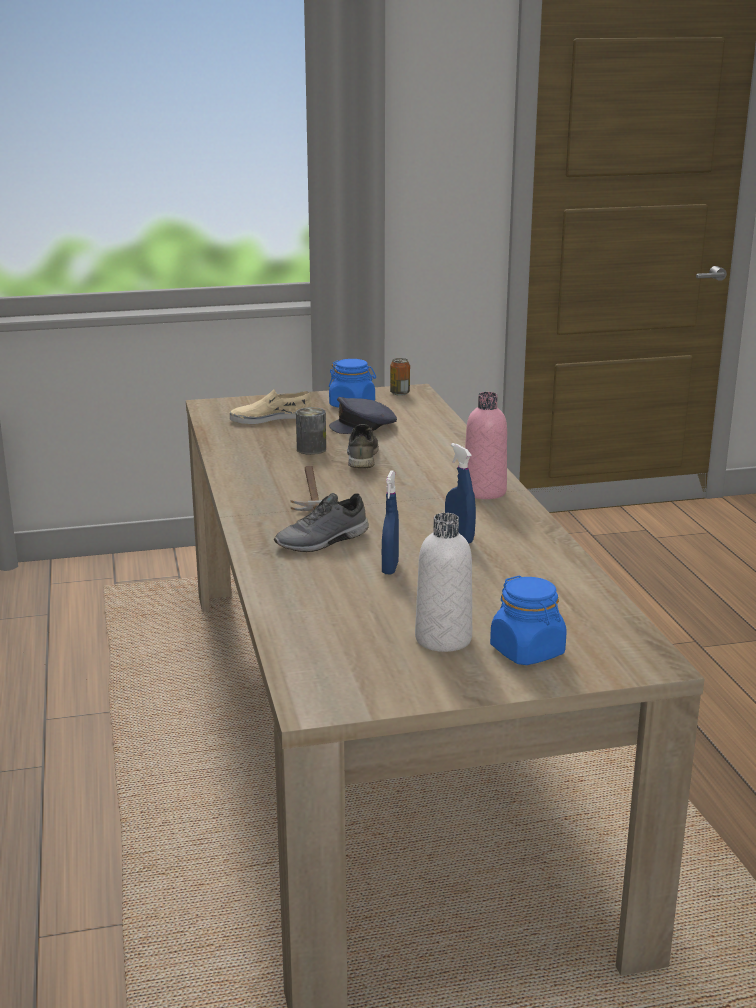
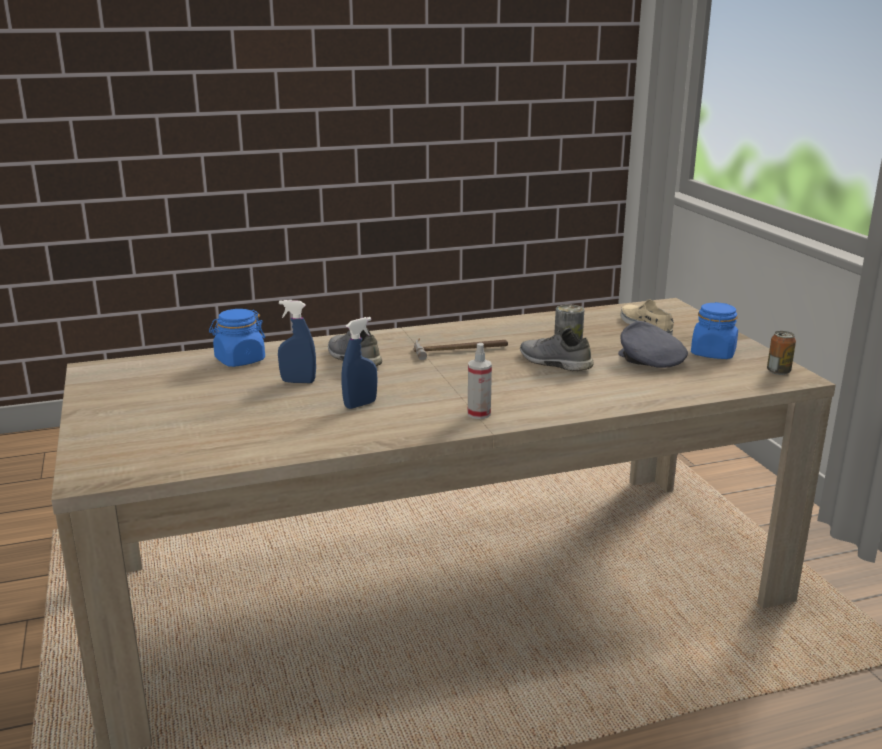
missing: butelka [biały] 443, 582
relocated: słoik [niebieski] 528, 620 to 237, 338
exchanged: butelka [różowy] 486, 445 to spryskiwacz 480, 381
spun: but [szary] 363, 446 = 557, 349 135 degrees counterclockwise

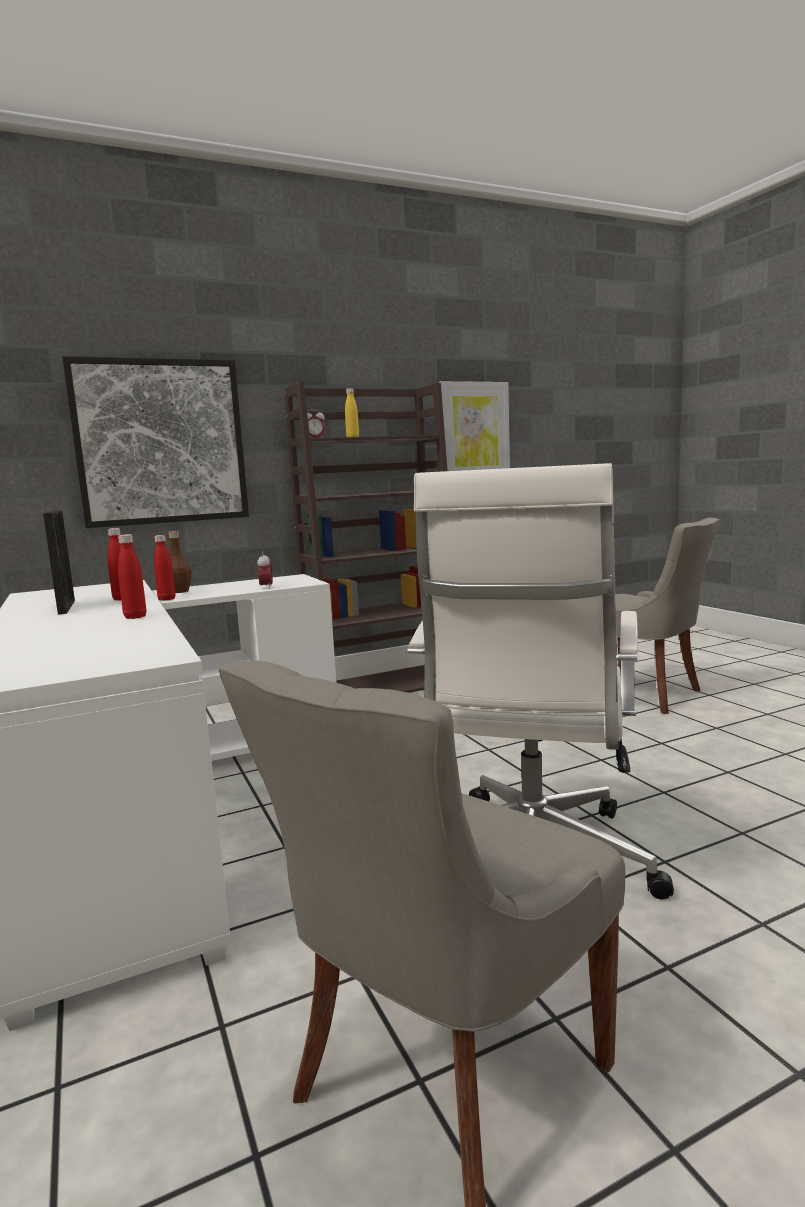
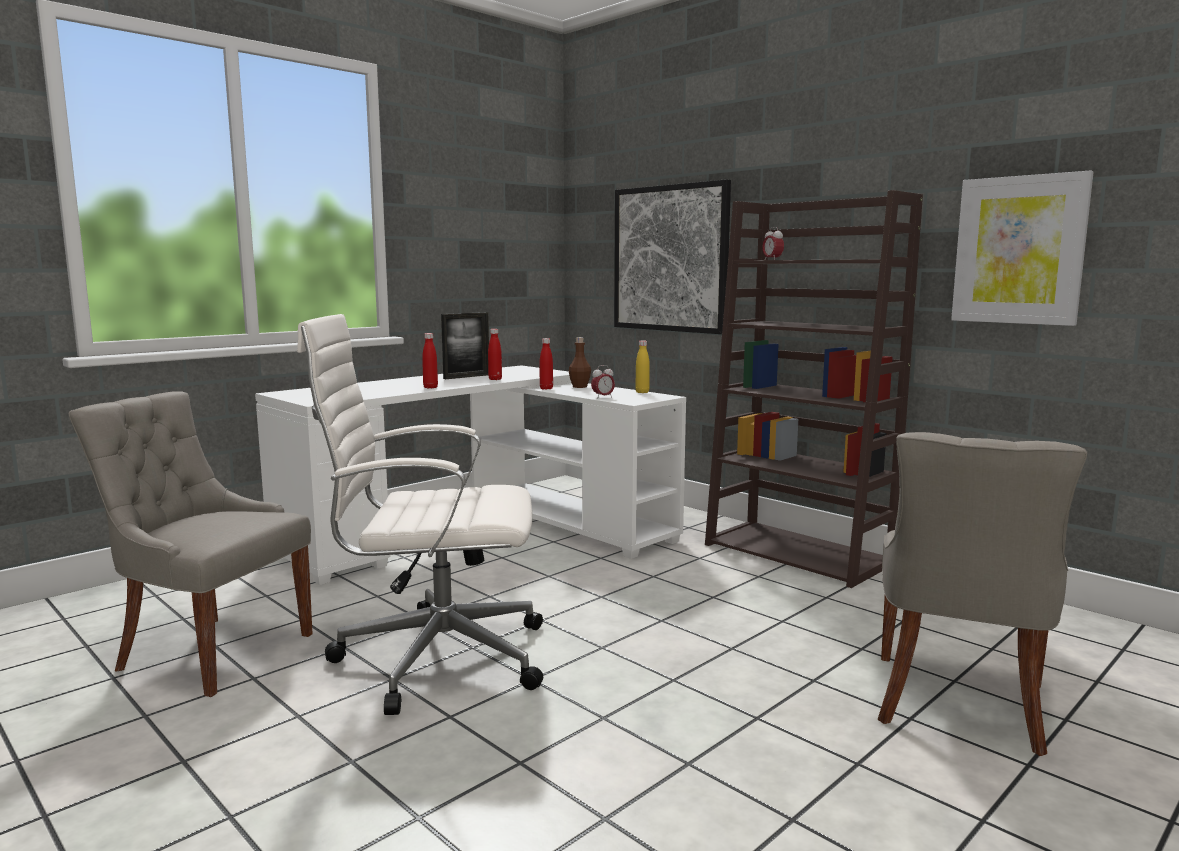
relocated: butelka [żółty] 352, 412 to 642, 366

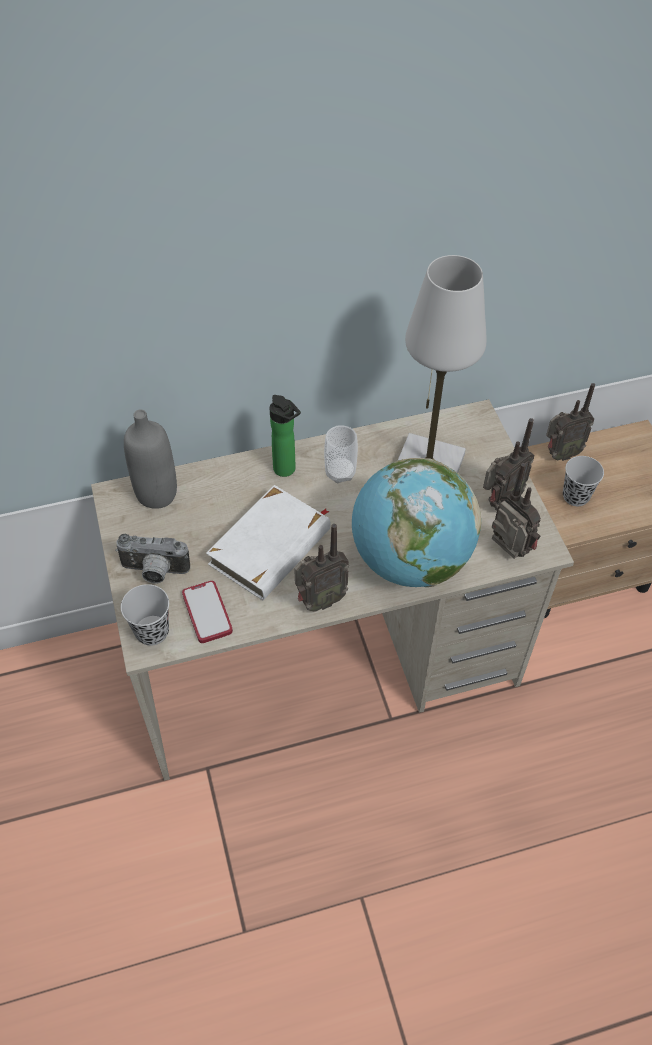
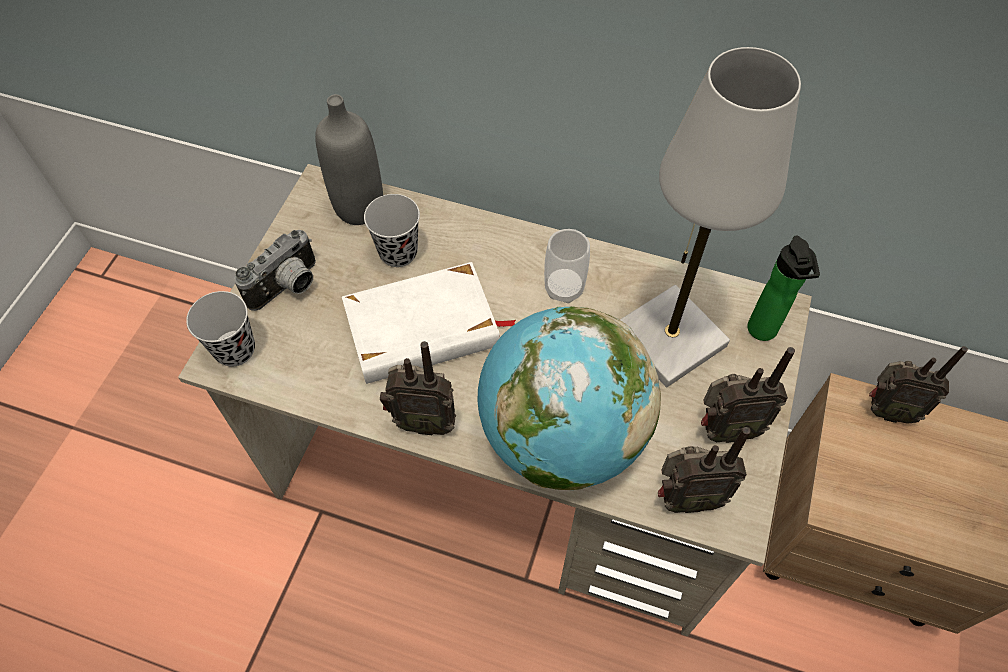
missing: telefon 207, 612
relocated: butelka 285, 436 to 783, 288; filiżanka [czarny] 583, 481 to 392, 230
spun: radio 516, 511 = 704, 470 90 degrees clockwise; aparat fotograficzny 152, 559 = 275, 270 90 degrees counterclockwise

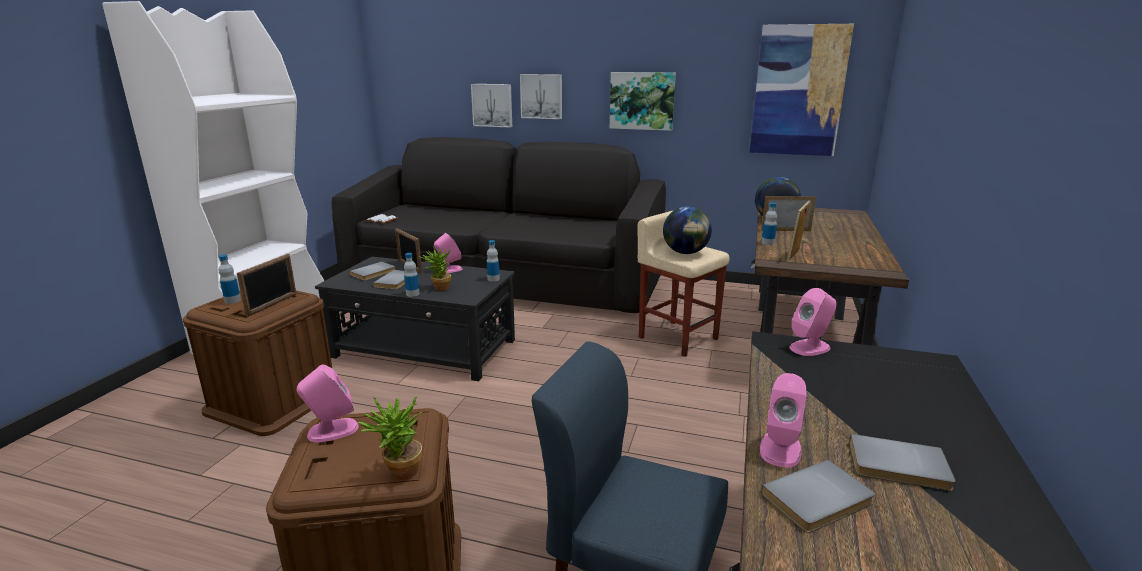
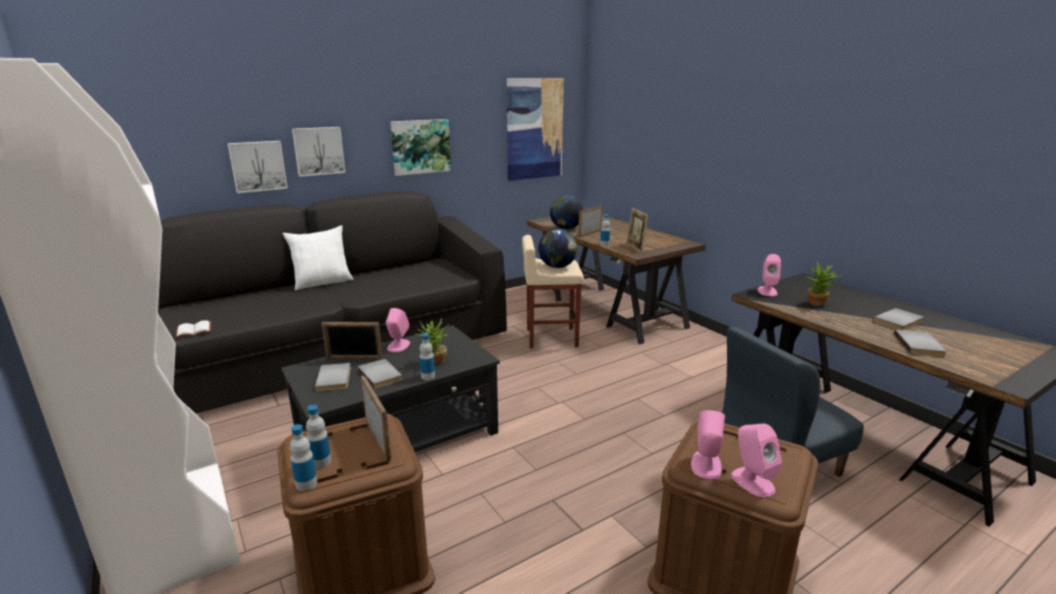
appeared: poduszka [biały] 318, 258
relocated: butelka 493, 261 to 303, 457; głośnik [różowy] 783, 420 to 756, 460; roślina doniczkowa 390, 438 to 824, 284

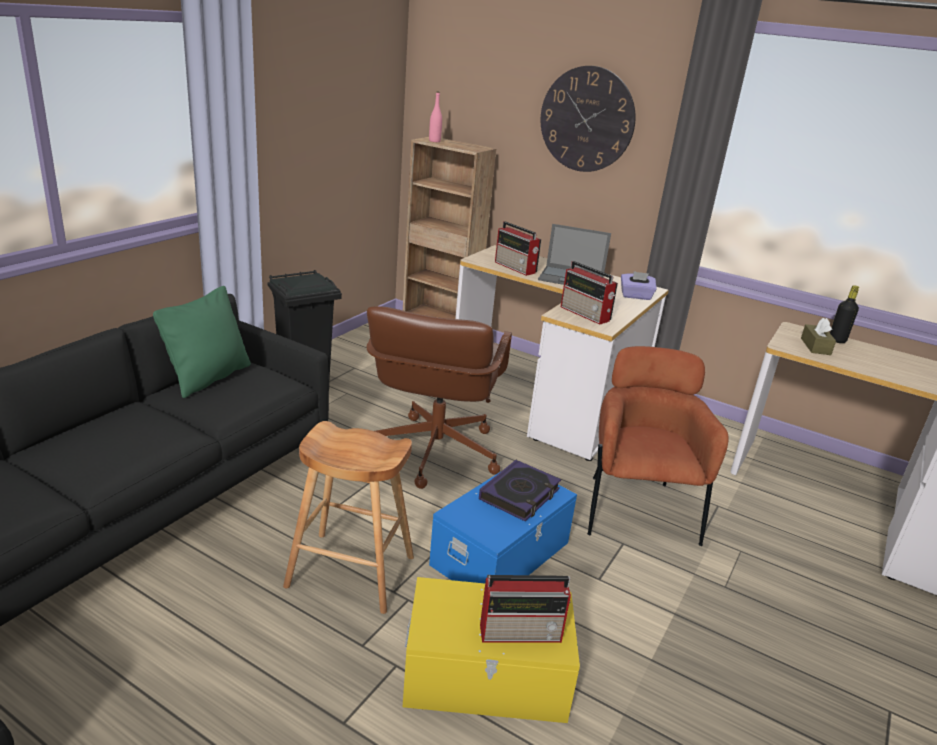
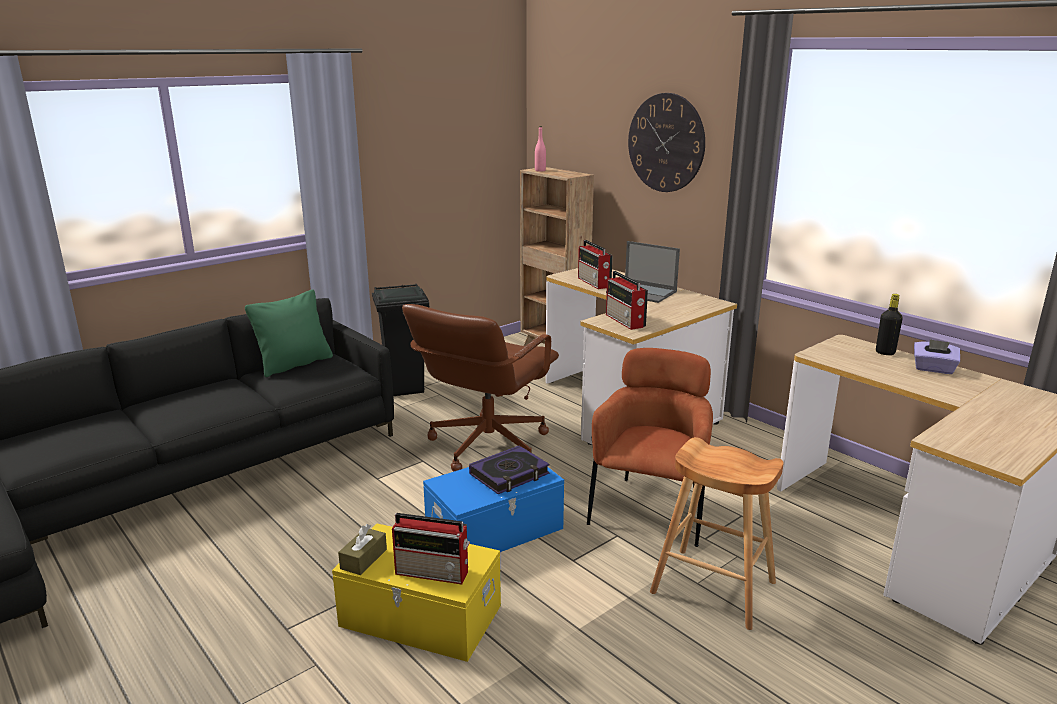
relocated: pudełko chusteczek [fioletowy] 639, 285 to 937, 356; pudełko chusteczek [brązowy] 818, 336 to 362, 549; stołek [brązowy] 348, 517 to 716, 533

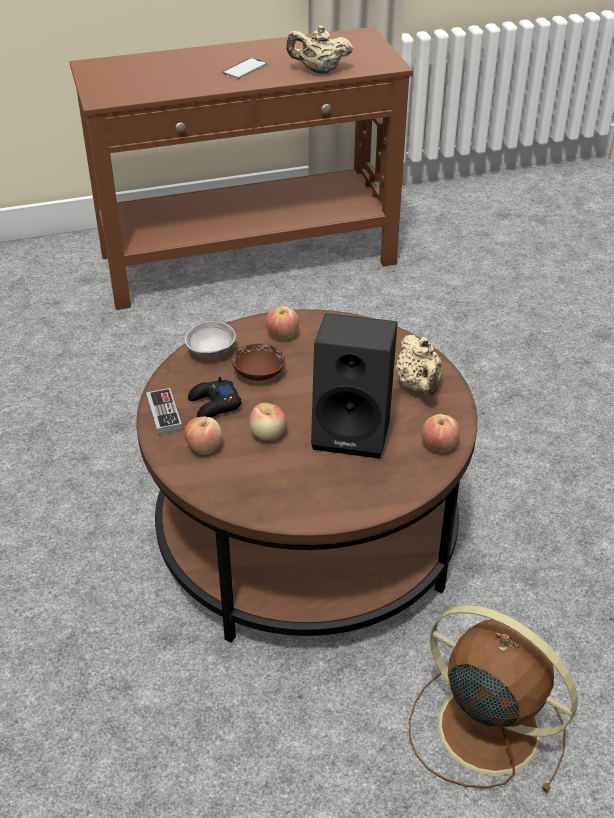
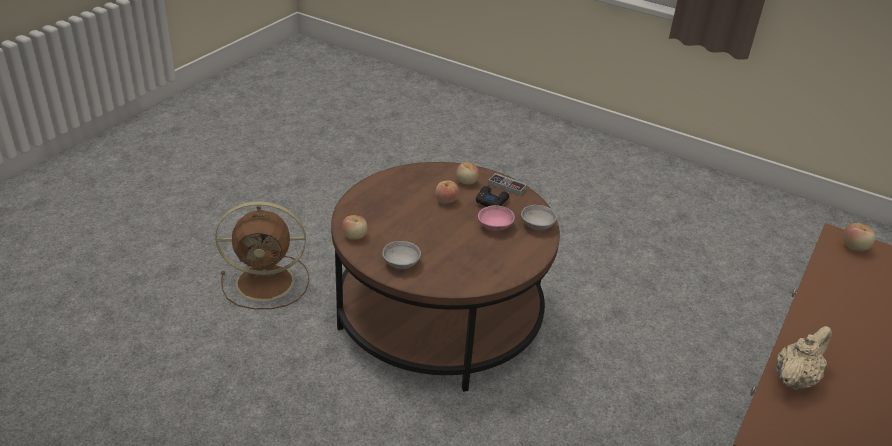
missing: telefon 244, 68; głośnik [czarny] 354, 386
relocated: jabłko 282, 322 to 859, 237
exchanged: imbryk [beżowy] 419, 365 to miska [szary] 401, 255
colour: miska [brązowy] 258, 362 to miska [różowy] 496, 218

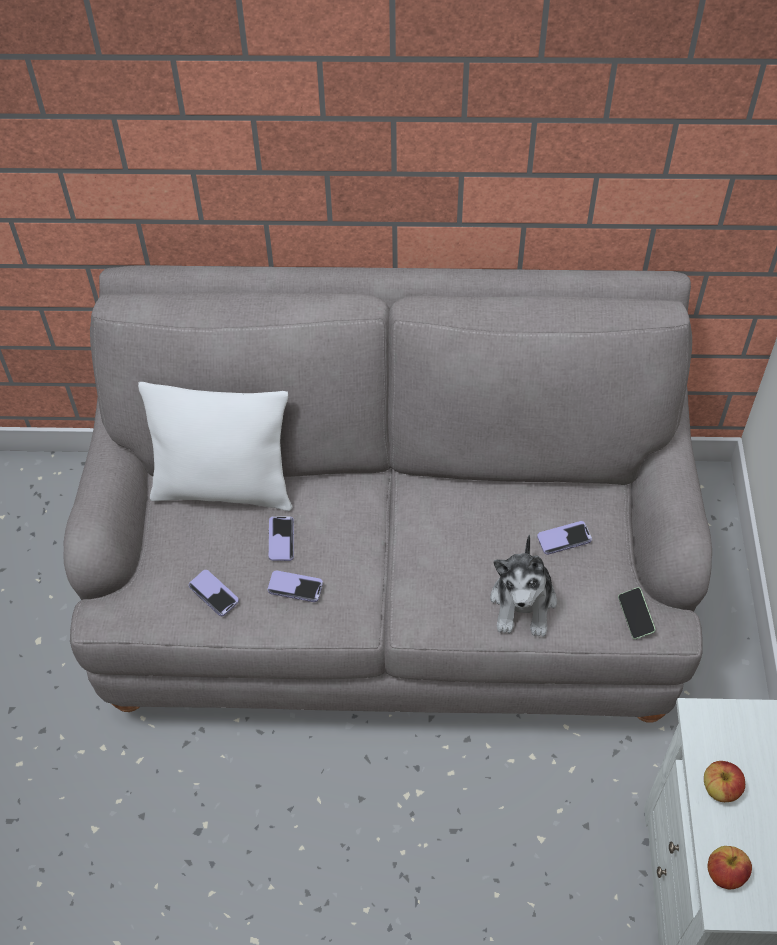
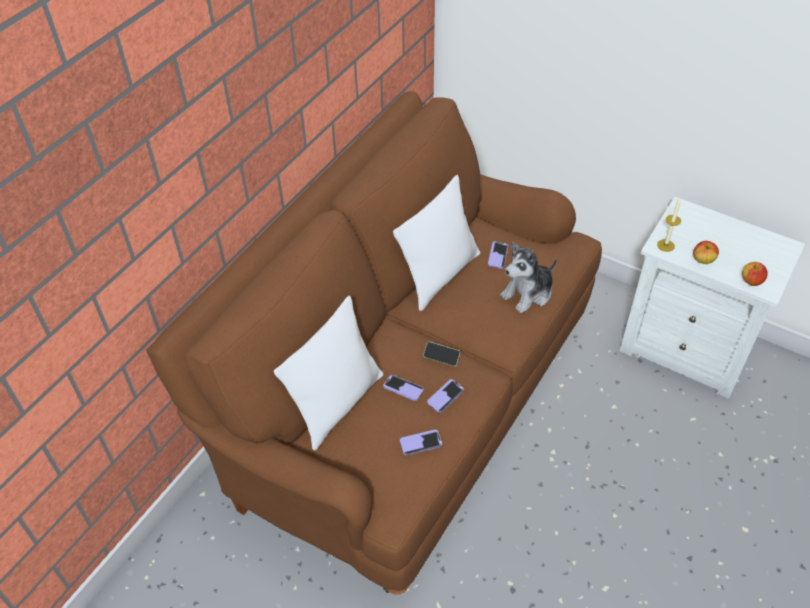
appeared: poduszka [biały] 436, 243; świeca 669, 225
relocated: telefon 637, 613 to 441, 354
colour: kanapa [szary] 387, 494 to kanapa [brązowy] 374, 343
spun: pluszak 523, 586 = 528, 277 105 degrees clockwise

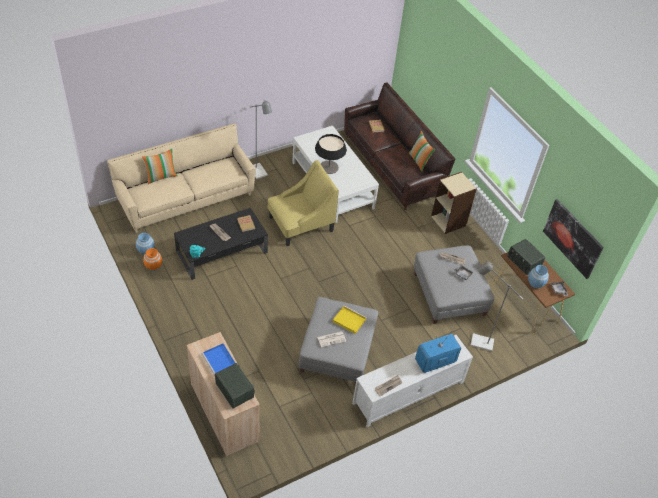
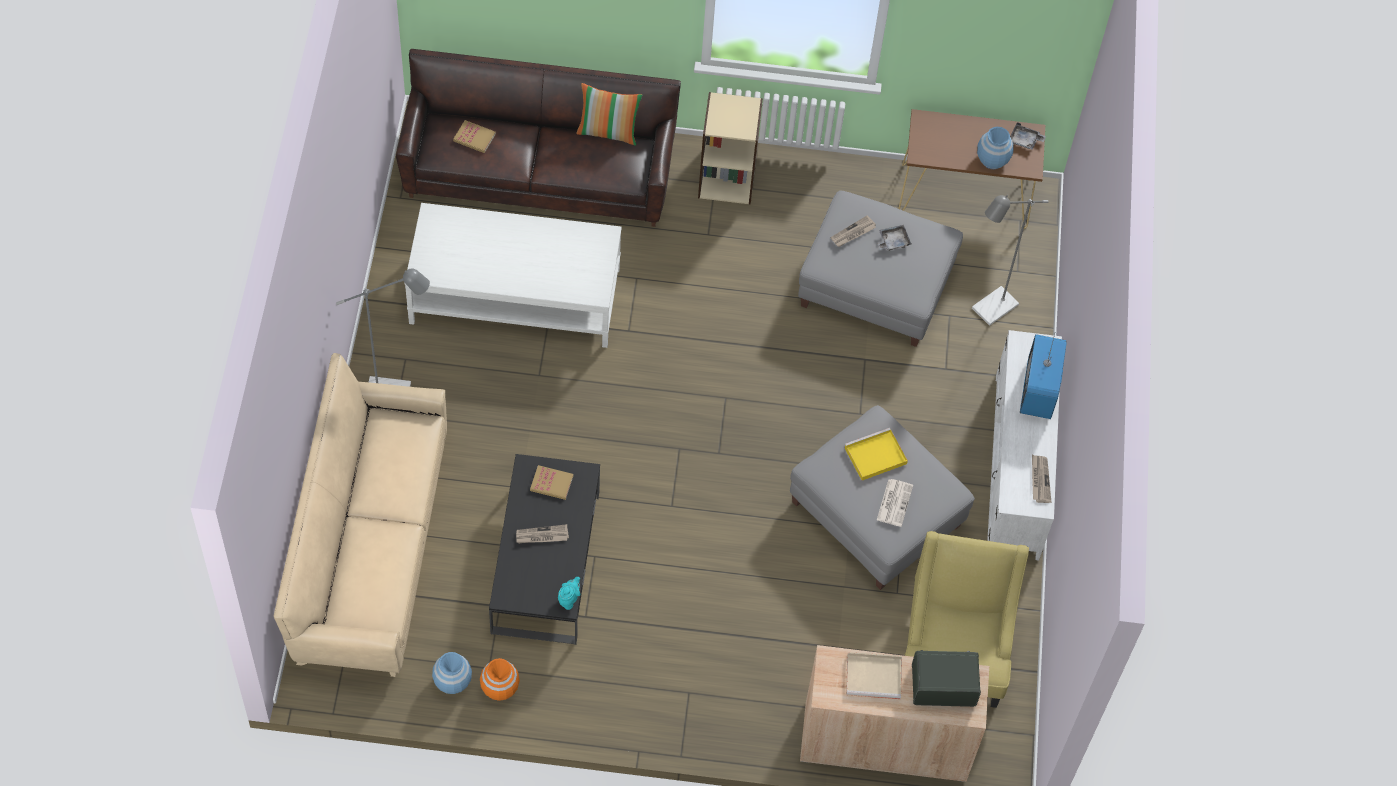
missing: lampa stołowa 331, 154; poduszka 160, 166; obraz 573, 239; radio 526, 257
relocated: fotel [żółty] 303, 203 to 967, 619
colour: taca [niebieski] 218, 360 to taca [beżowy] 874, 675

